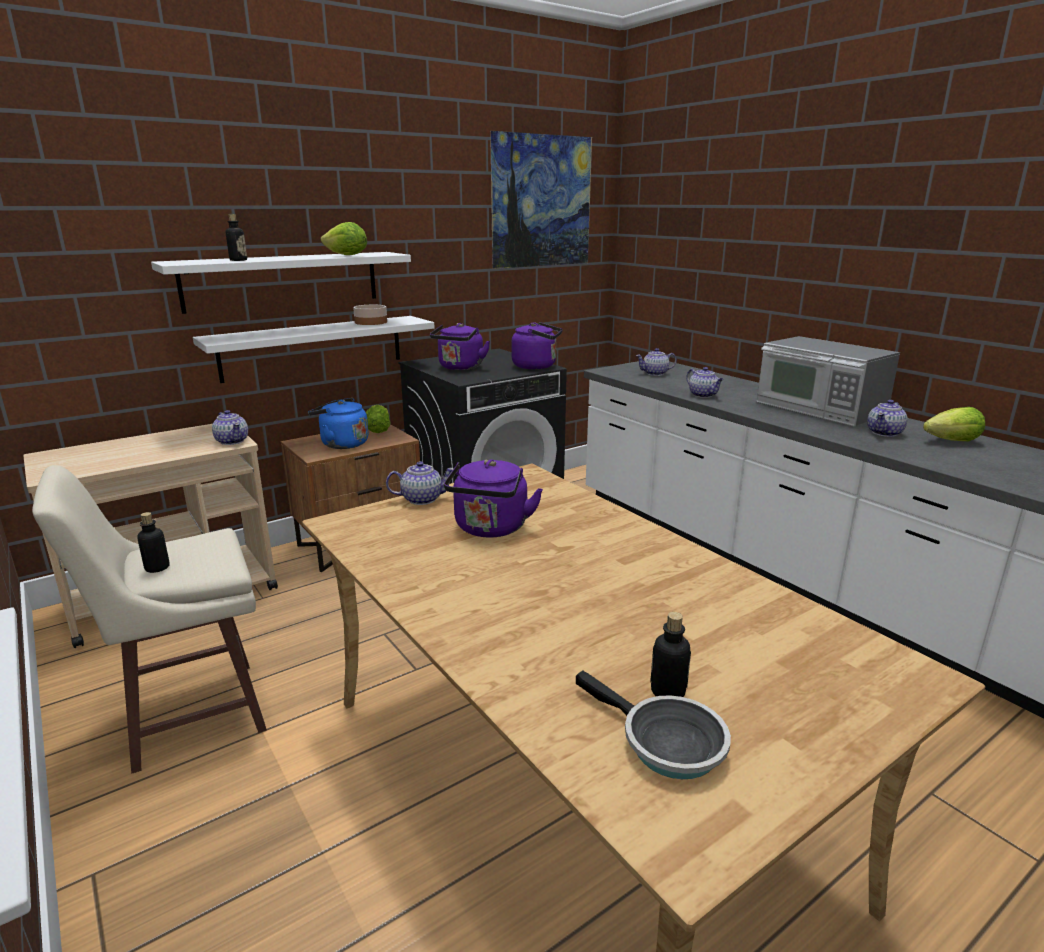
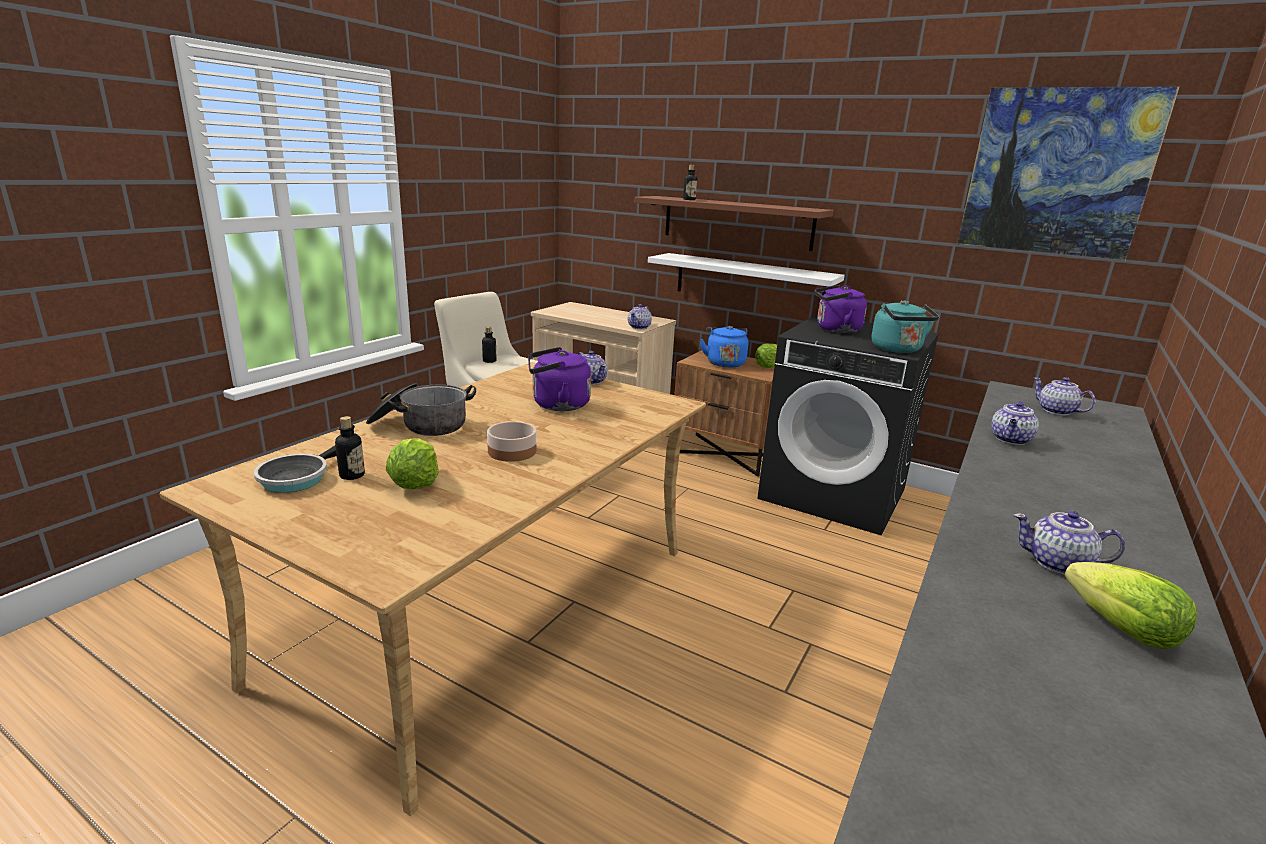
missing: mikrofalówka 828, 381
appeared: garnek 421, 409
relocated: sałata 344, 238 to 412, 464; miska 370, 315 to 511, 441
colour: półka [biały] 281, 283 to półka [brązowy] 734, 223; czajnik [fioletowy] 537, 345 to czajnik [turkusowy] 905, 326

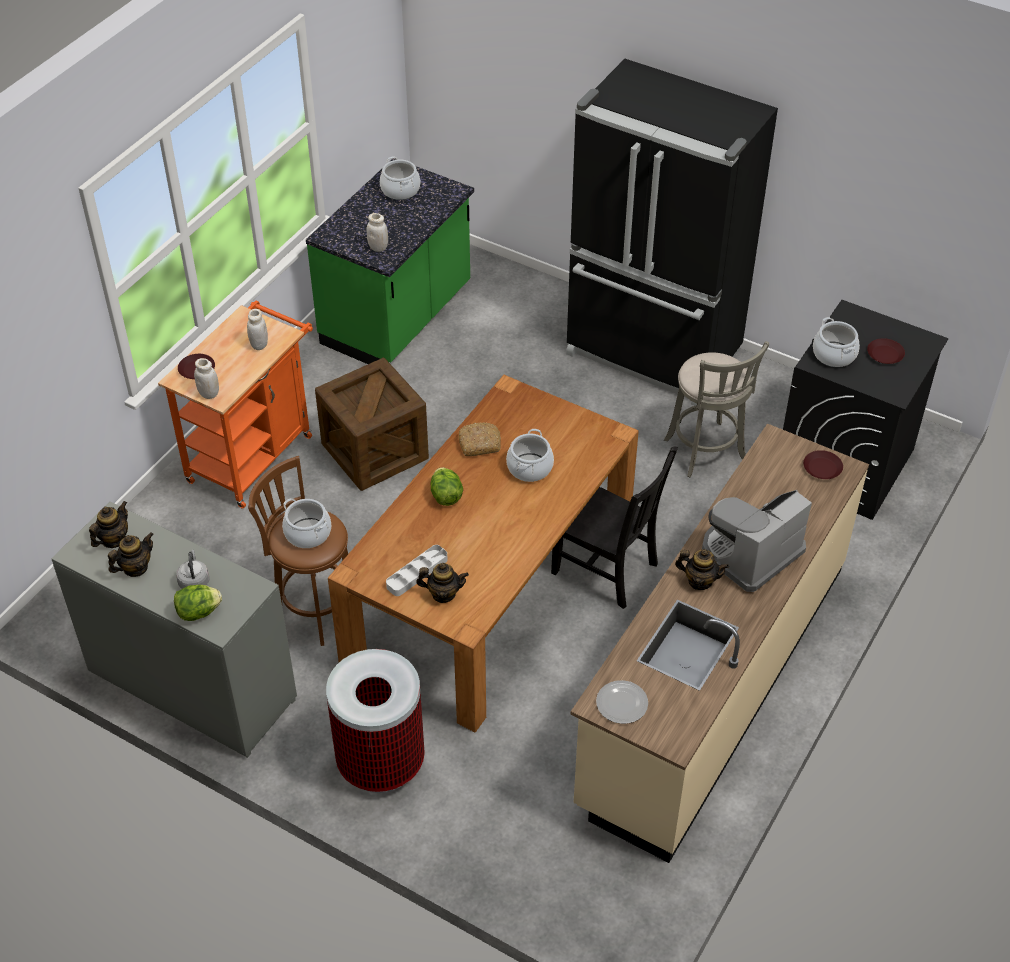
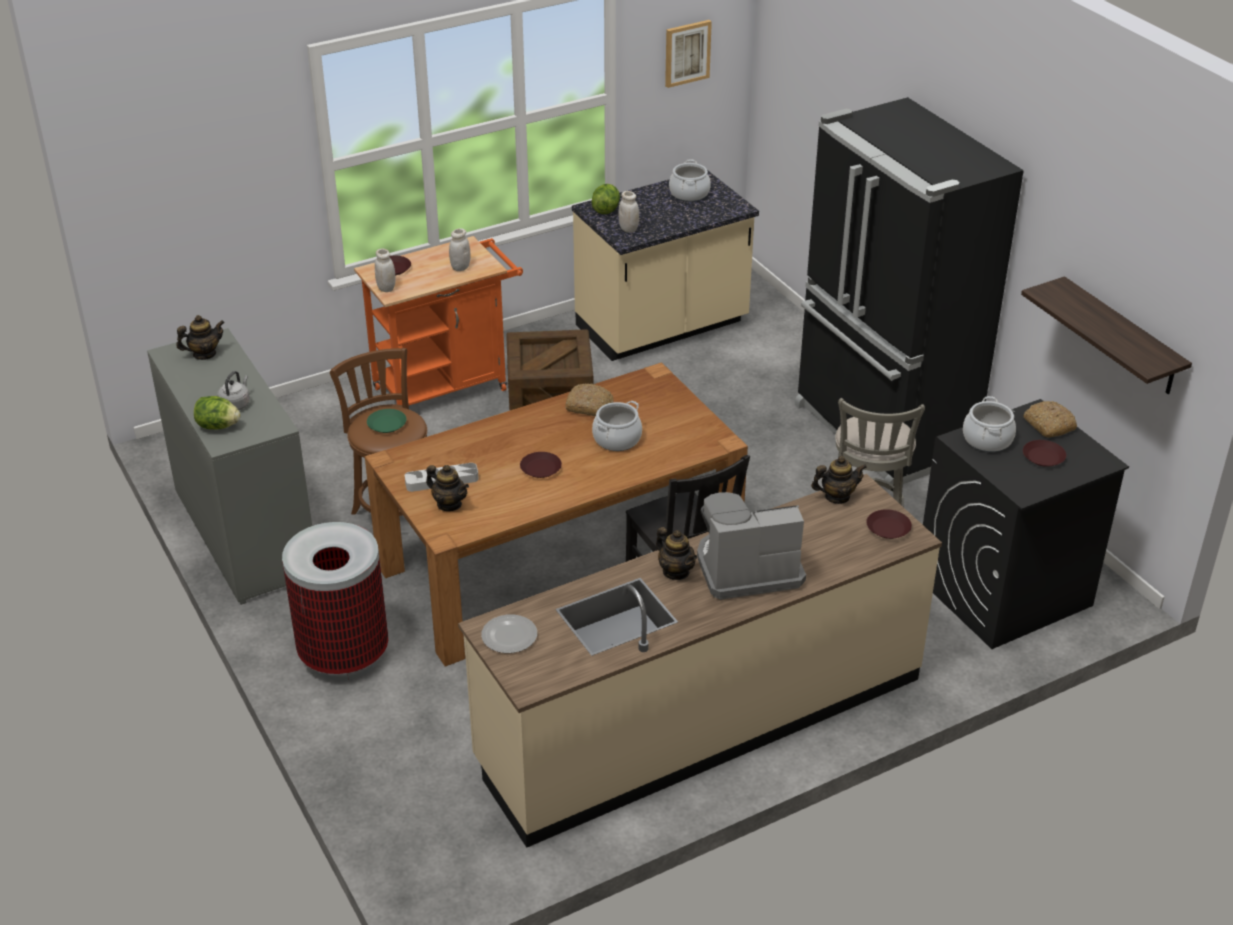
appeared: obraz 688, 54; półka 1106, 335; chleb 1050, 419; talerz [brązowy] 541, 465
relocated: sałata 447, 486 to 605, 199; imbryk 131, 554 to 839, 480
exchanged: garnek 306, 523 to talerz [zielony] 387, 421
colour: zabudowa kuchenna [zielony] 390, 261 to zabudowa kuchenna [beżowy] 665, 266

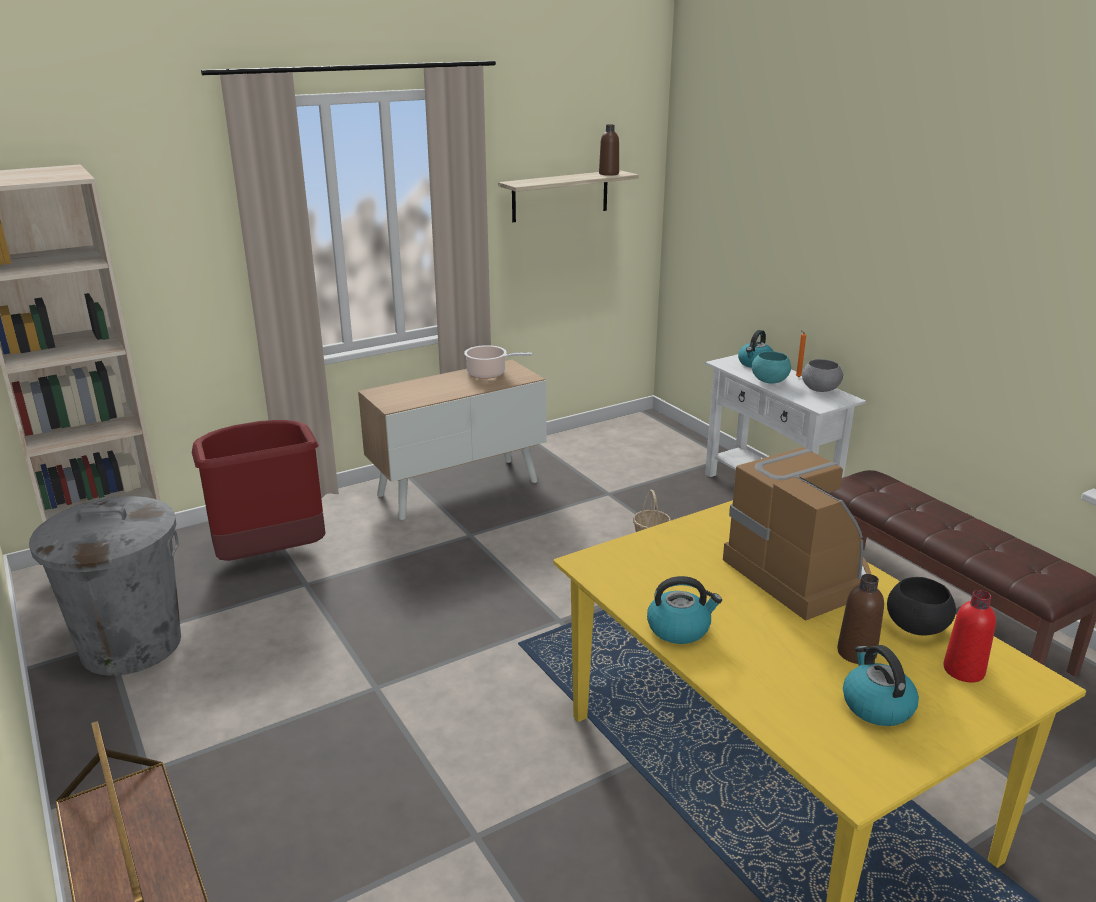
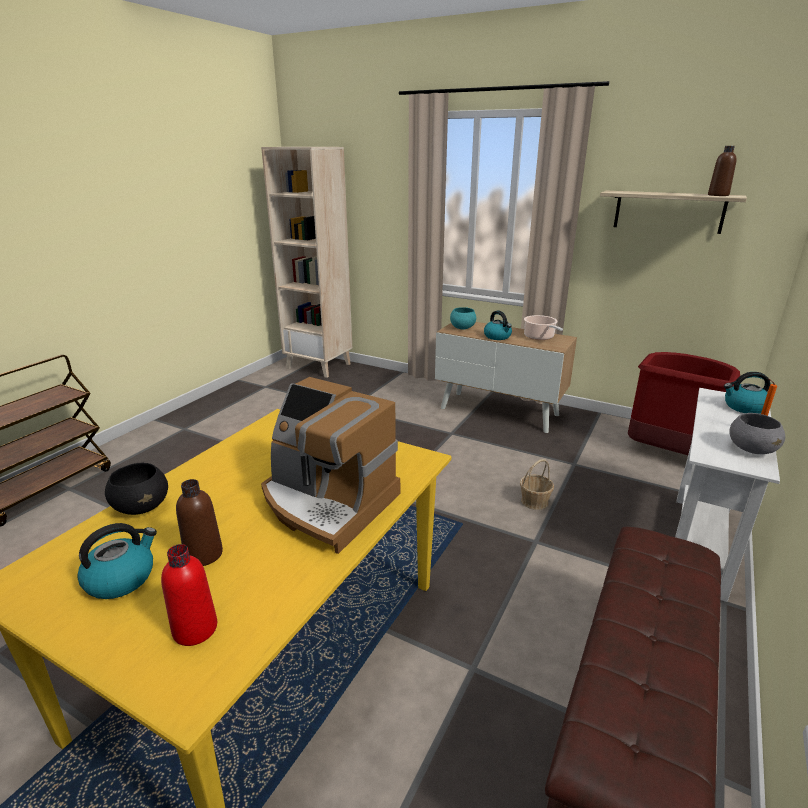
missing: kosz na śmieci [szary] 105, 586
relocated: miska [turkusowy] 771, 367 to 463, 318; kosz na śmieci [czerwony] 259, 490 to 684, 403; czajnik 684, 610 to 498, 325; miska [czarny] 921, 606 to 136, 488
spun: ekspres do kawy 797, 534 = 330, 465 90 degrees clockwise

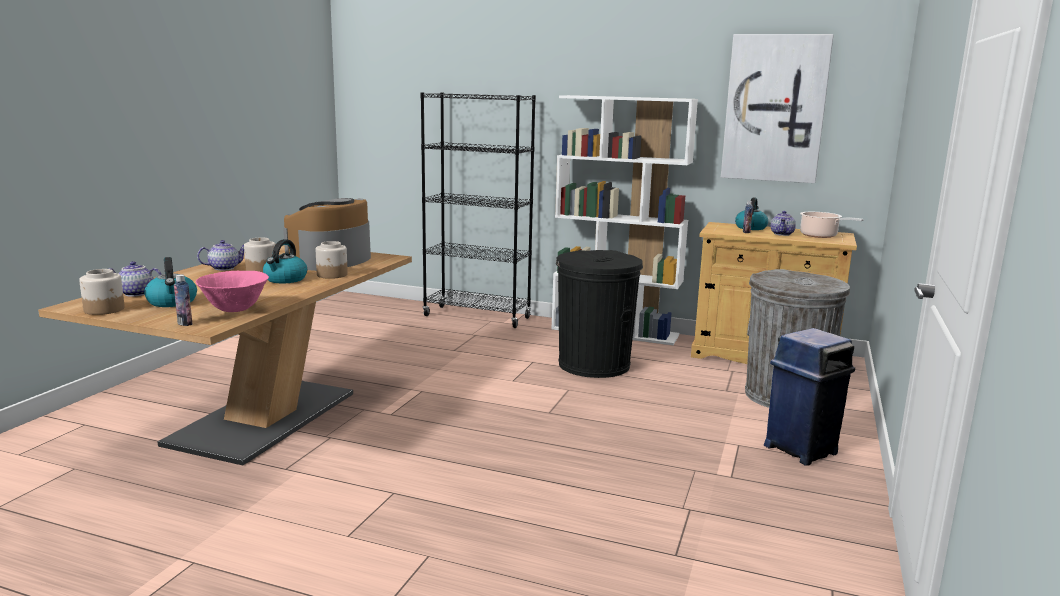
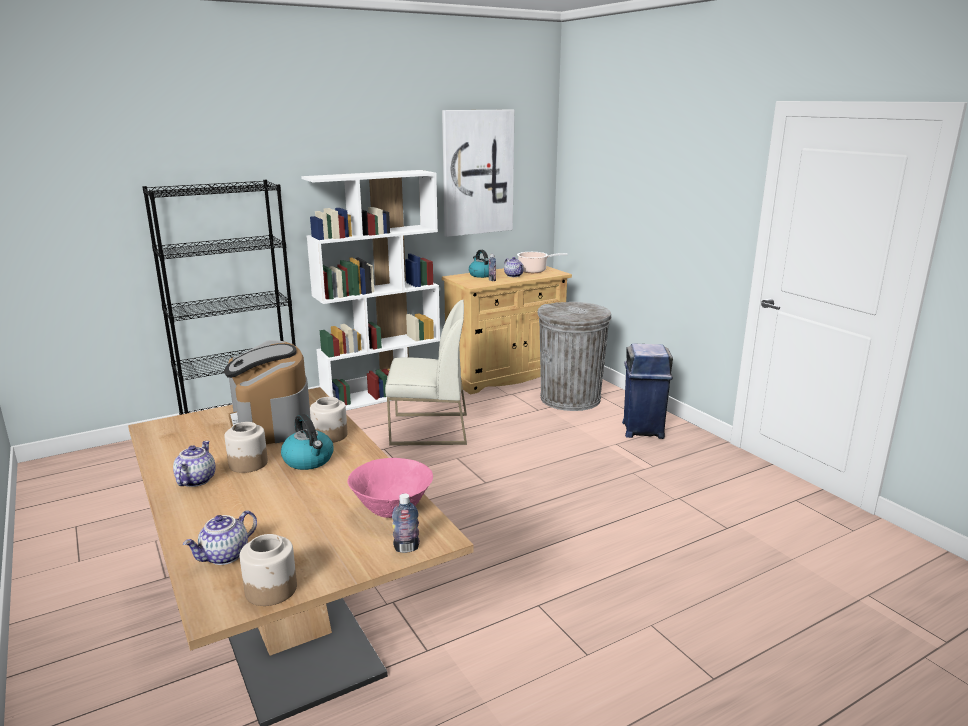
missing: czajnik 170, 282
exchanged: kosz na śmieci [czarny] 599, 314 to krzesło [biały] 426, 373

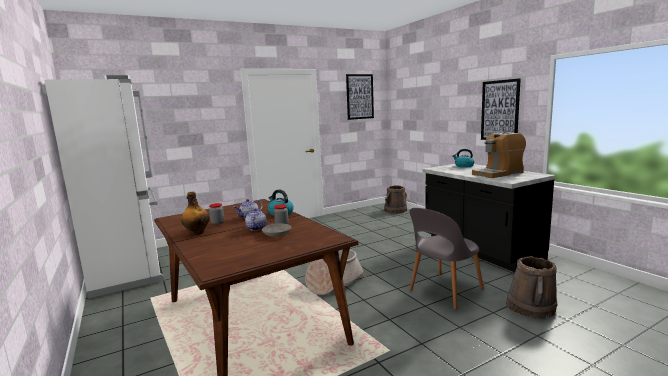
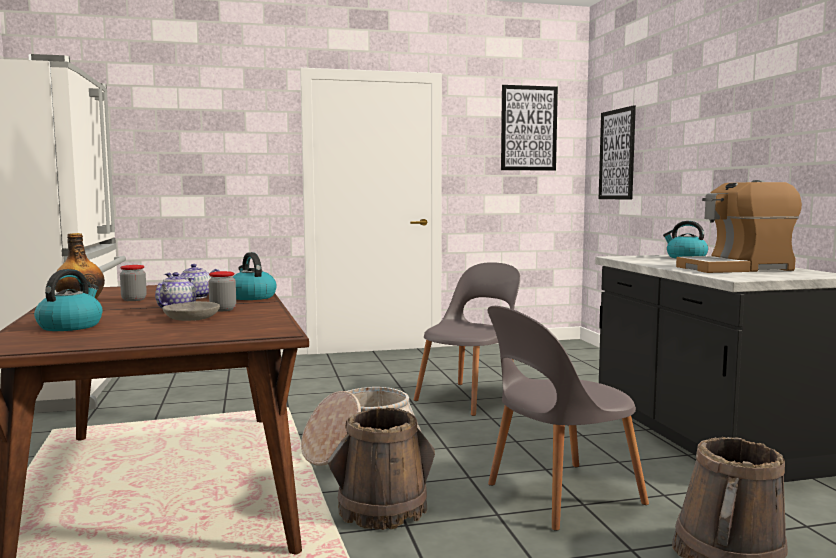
appeared: krzesło [szary] 467, 339; czajnik 68, 300
relocated: obraz 501, 109 to 617, 152; wiadro [brązowy] 395, 199 to 381, 468

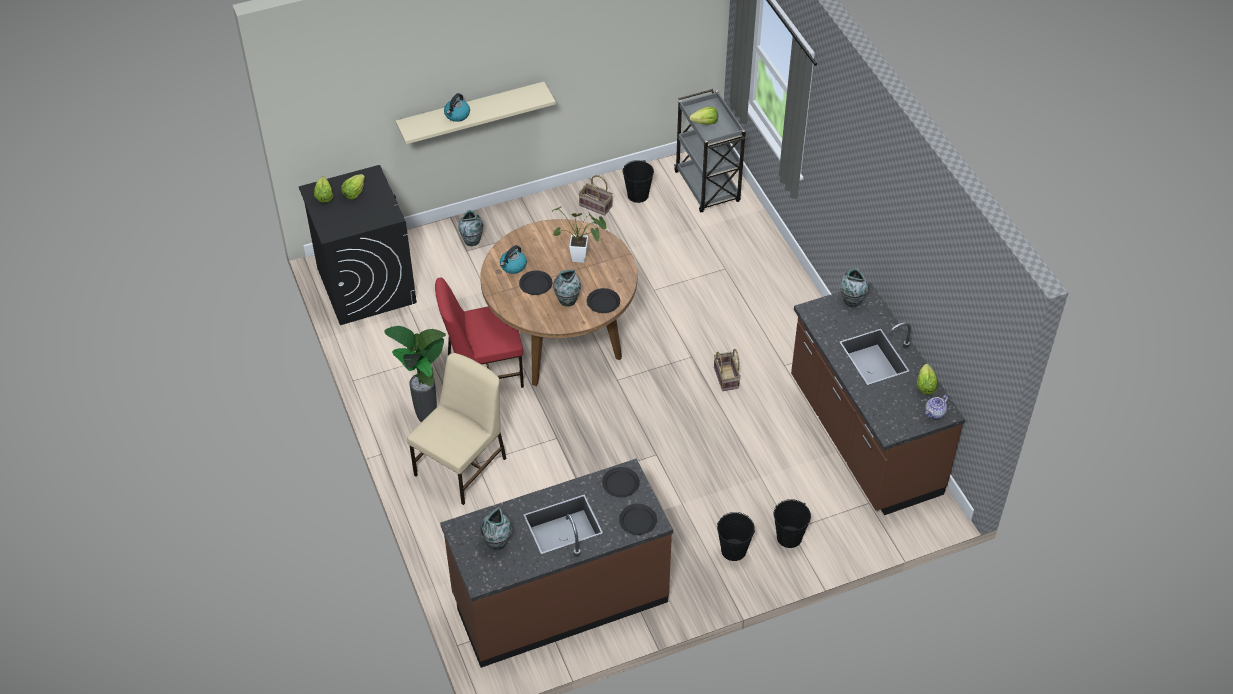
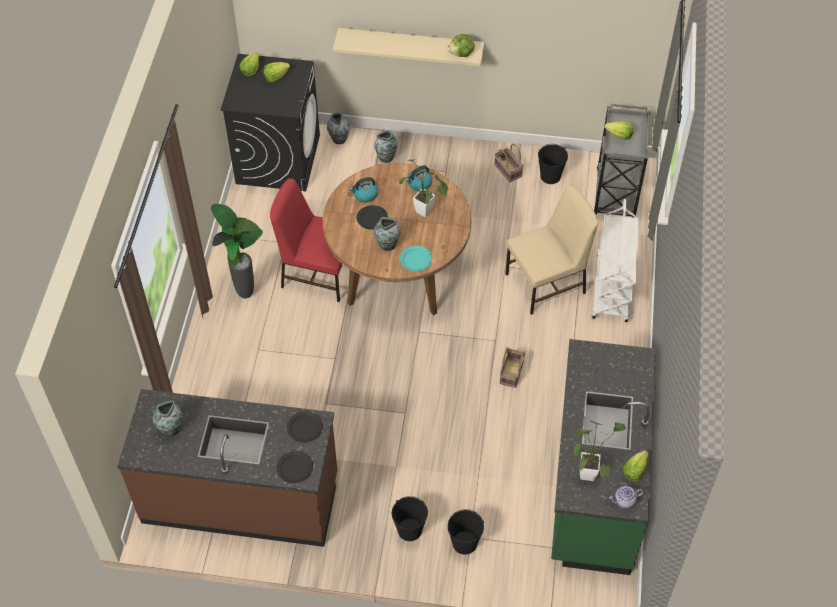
appeared: sałata 461, 45; wózek [biały] 615, 260; roślina doniczkowa 599, 451
relocated: czajnik 457, 107 to 419, 178; wazon 854, 287 to 338, 128; krzesło [beżowy] 456, 429 to 551, 250
colour: zabudowa kuchenna [brązowy] 878, 398 to zabudowa kuchenna [zielony] 603, 457; talerz [czarny] 603, 300 to talerz [turkusowy] 416, 258

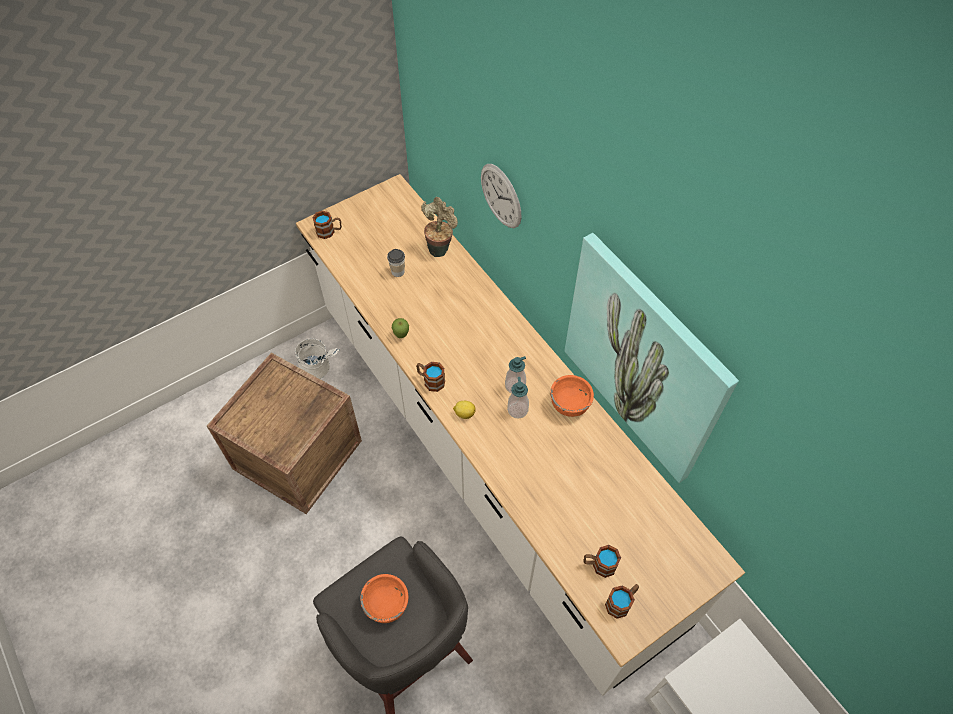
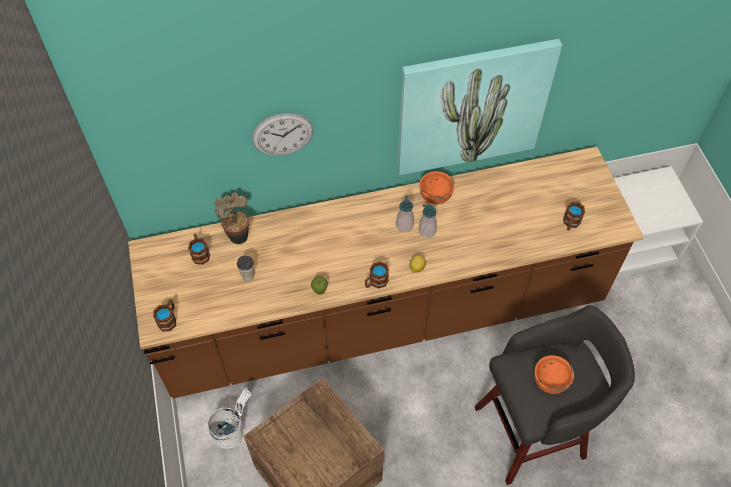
relocated: kubek 622, 601 to 199, 249
colour: zabudowa kuchenna [biały] 520, 435 to zabudowa kuchenna [brązowy] 386, 272

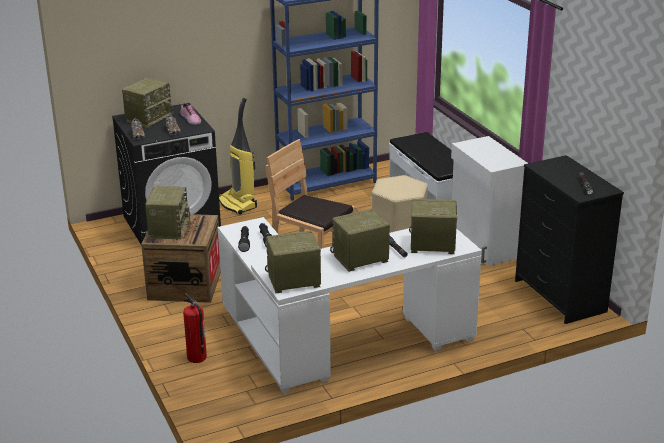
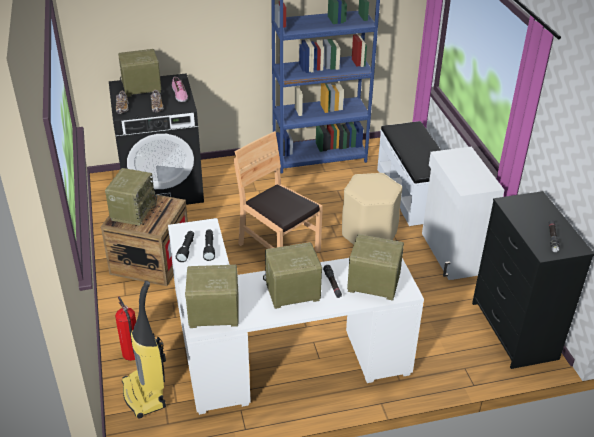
relocated: odkurzacz 238, 156 to 144, 350
spun: radio 148, 103 = 139, 73 150 degrees counterclockwise

